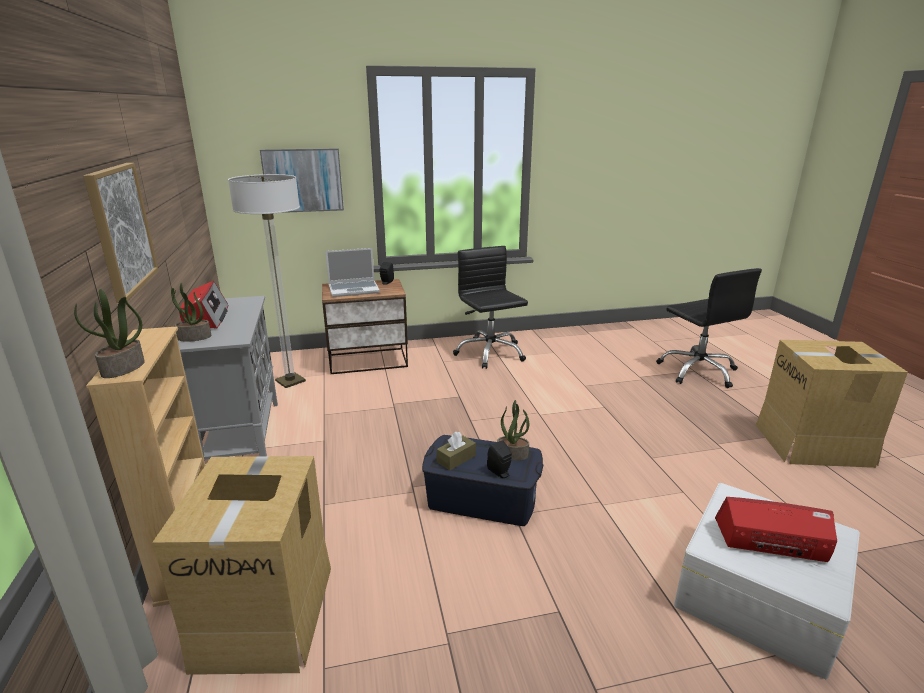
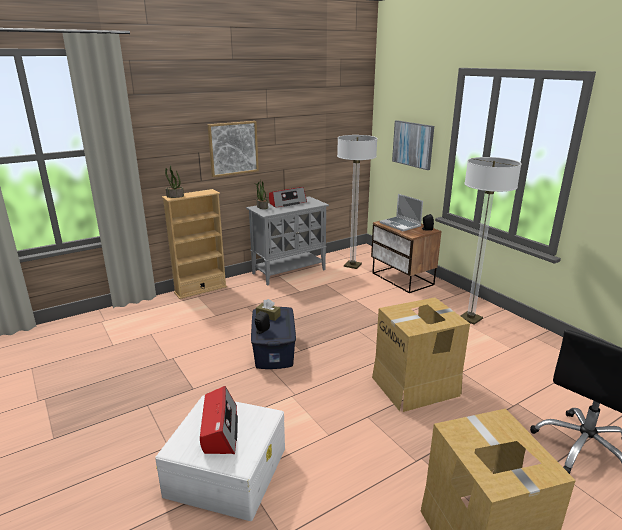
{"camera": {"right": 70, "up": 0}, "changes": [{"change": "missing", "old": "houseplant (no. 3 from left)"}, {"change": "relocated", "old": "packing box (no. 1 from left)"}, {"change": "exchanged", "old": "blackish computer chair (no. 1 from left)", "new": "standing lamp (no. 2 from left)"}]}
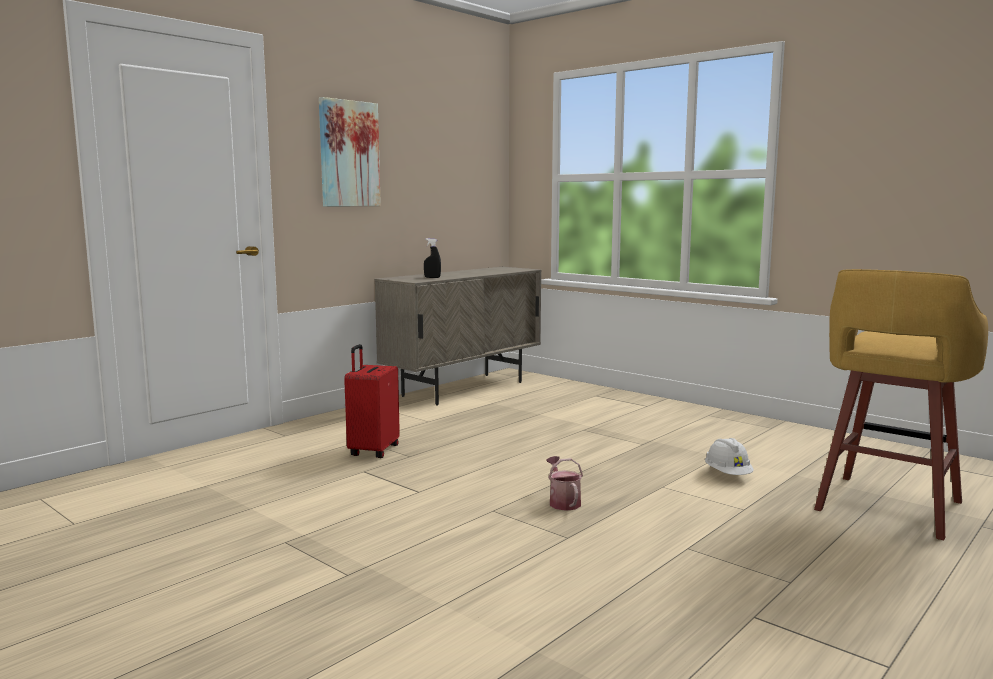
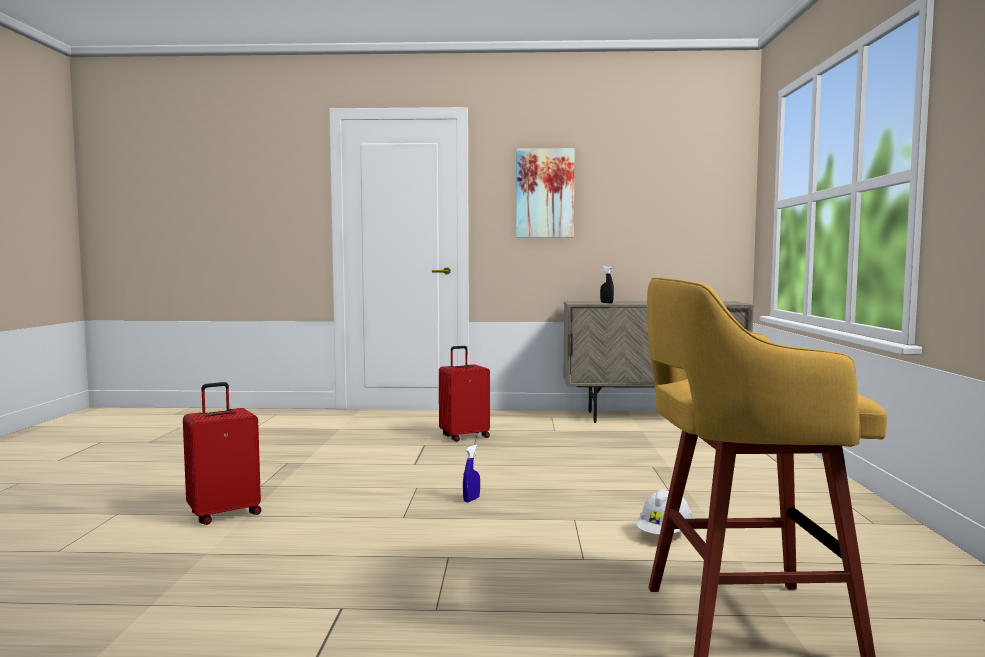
{"camera": {"right": 50, "up": -5}, "changes": [{"change": "appeared", "new": "red-coloured travel case (no. 1 from left)"}, {"change": "exchanged", "old": "watering pot", "new": "bluish sprayer"}]}
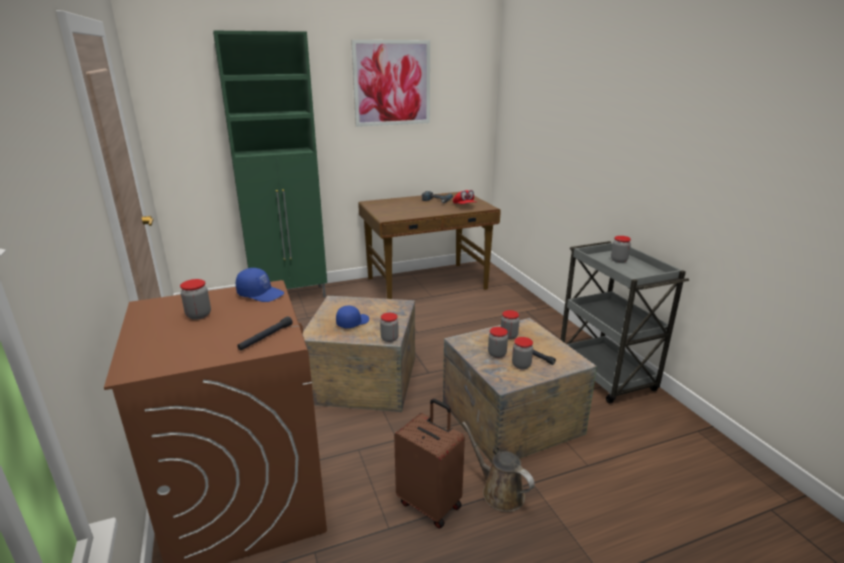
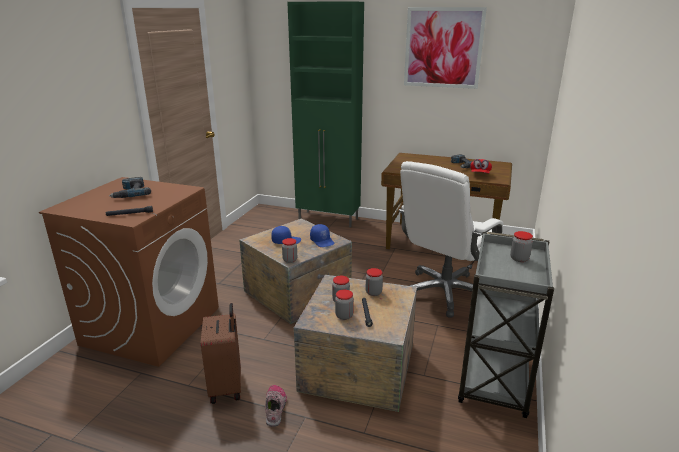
{"camera": {"right": 40, "up": 0}, "changes": [{"change": "appeared", "new": "white-coloured computer chair"}, {"change": "relocated", "old": "bluish peaked cap (no. 1 from left in the first image)", "new": "bluish peaked cap (no. 2 from left)"}, {"change": "exchanged", "old": "storage jar (no. 1 from left)", "new": "electric drill (no. 1 from left)"}, {"change": "exchanged", "old": "brown watering pot", "new": "shoe"}]}
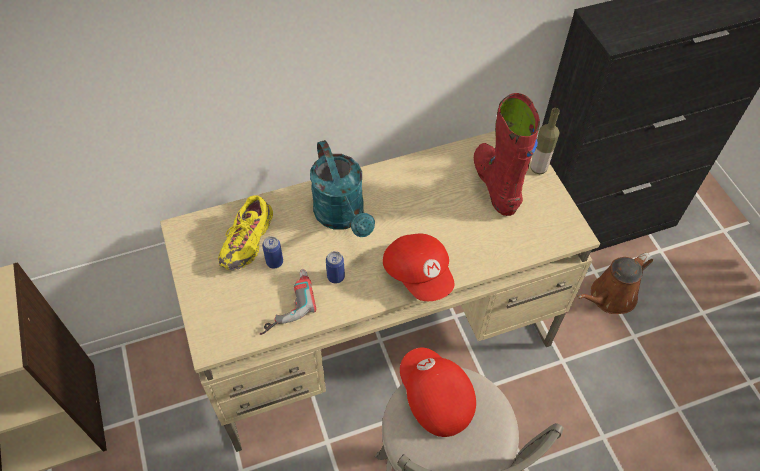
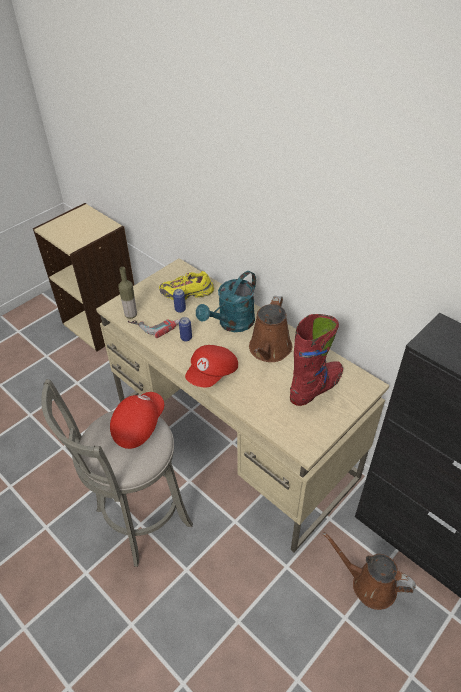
{"camera": {"right": 65, "up": -10}, "changes": [{"change": "appeared", "new": "brown watering pot (no. 1 from left)"}, {"change": "relocated", "old": "drink bottle"}]}
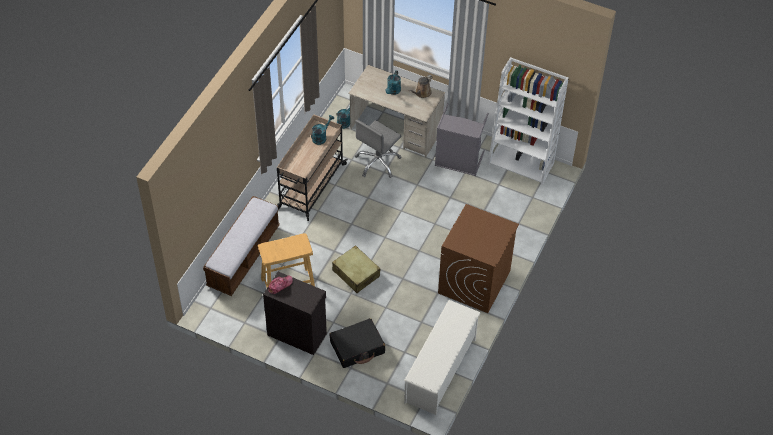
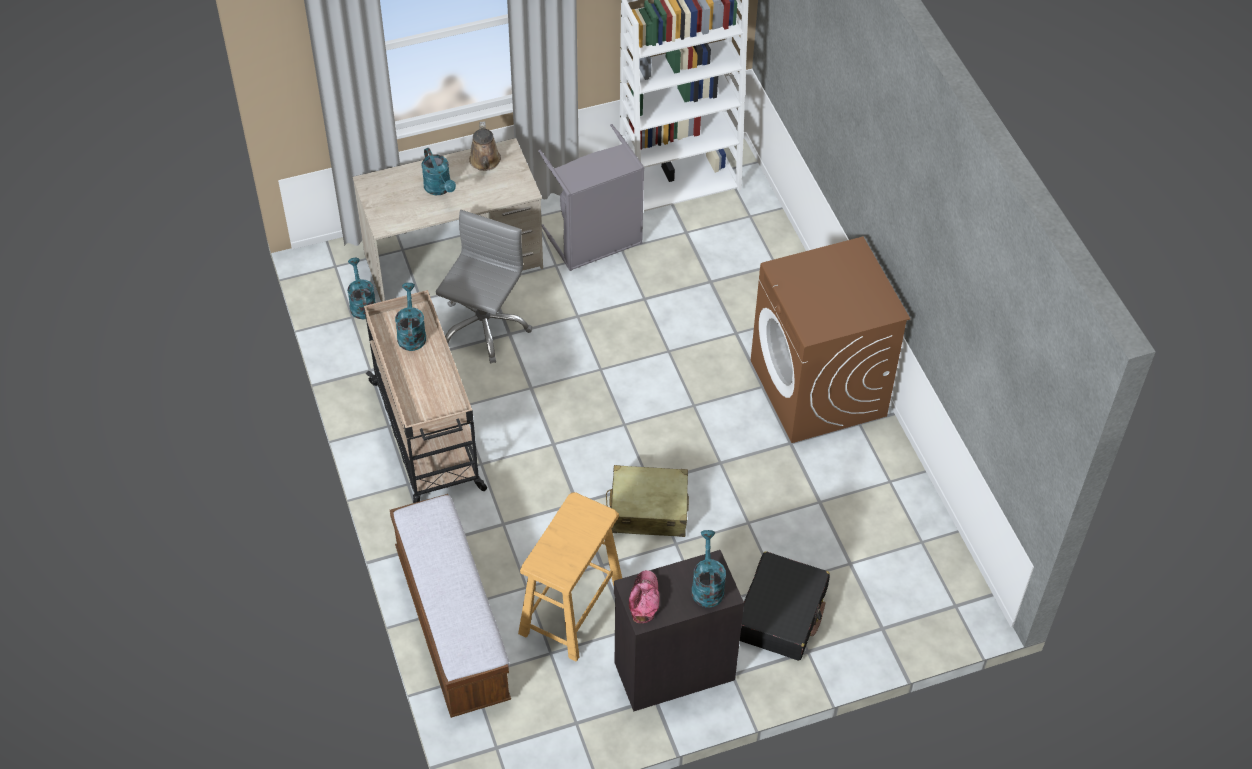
{"camera": {"right": -45, "up": 0}, "changes": [{"change": "missing", "old": "white-coloured shoe shelf"}, {"change": "appeared", "new": "turquoise watering pot (no. 4 from left)"}, {"change": "spun", "old": "gray computer chair", "degrees": -150}]}
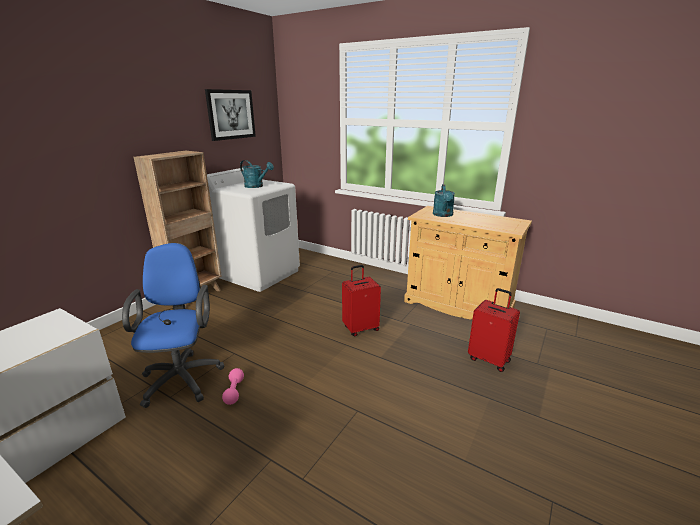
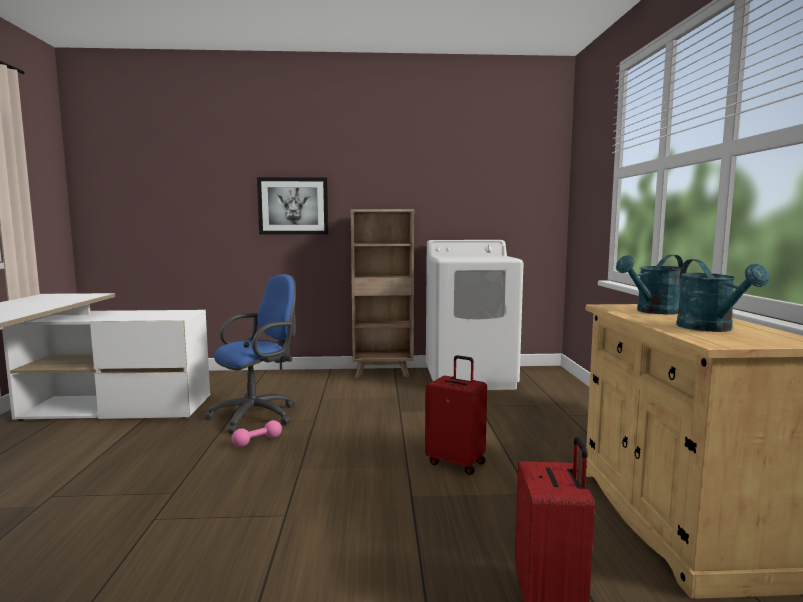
{"camera": {"right": 55, "up": -15}, "changes": [{"change": "relocated", "old": "picture"}, {"change": "relocated", "old": "turquoise watering pot (no. 1 from left in the first image)", "new": "turquoise watering pot (no. 2 from left)"}]}
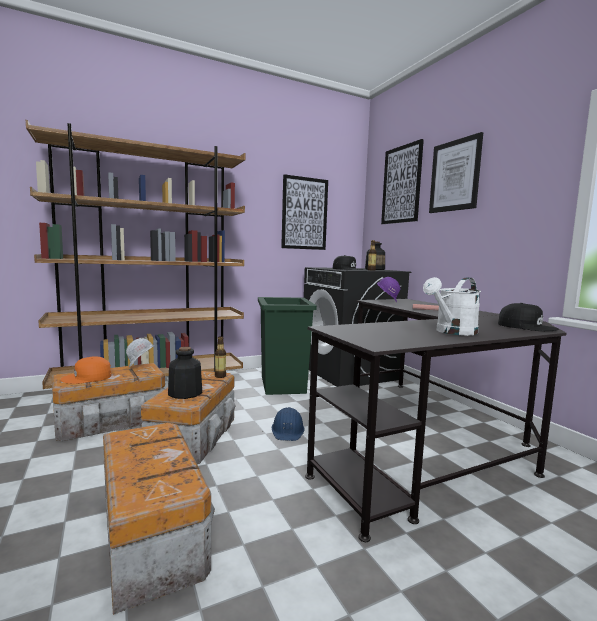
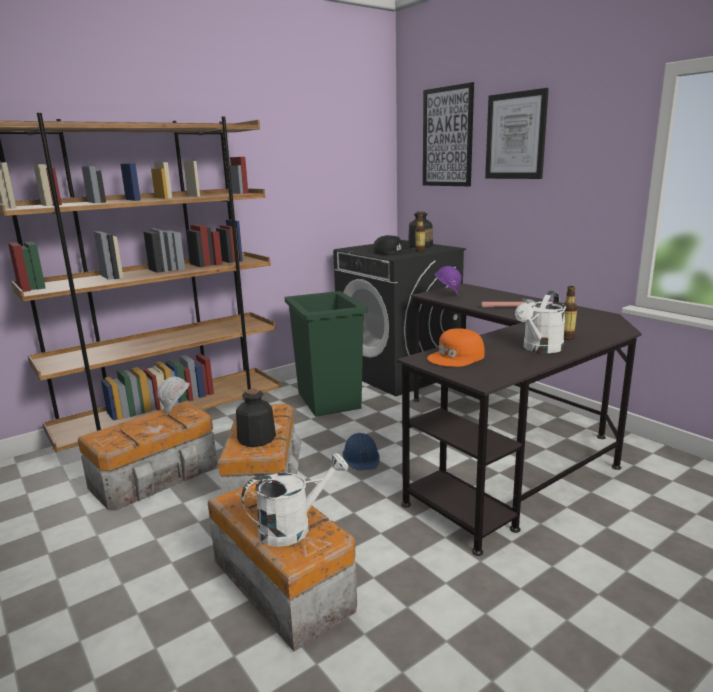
{"camera": {"right": -10, "up": 10}, "changes": [{"change": "missing", "old": "picture (no. 1 from left)"}, {"change": "missing", "old": "blackish peaked cap (no. 2 from left)"}, {"change": "appeared", "new": "white-coloured watering pot (no. 1 from left)"}, {"change": "relocated", "old": "orange peaked cap"}, {"change": "relocated", "old": "drink bottle (no. 2 from left in the first image)", "new": "drink bottle (no. 4 from left)"}]}
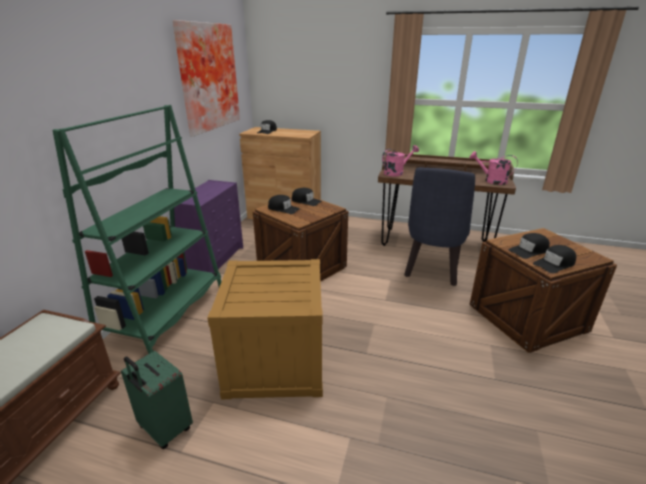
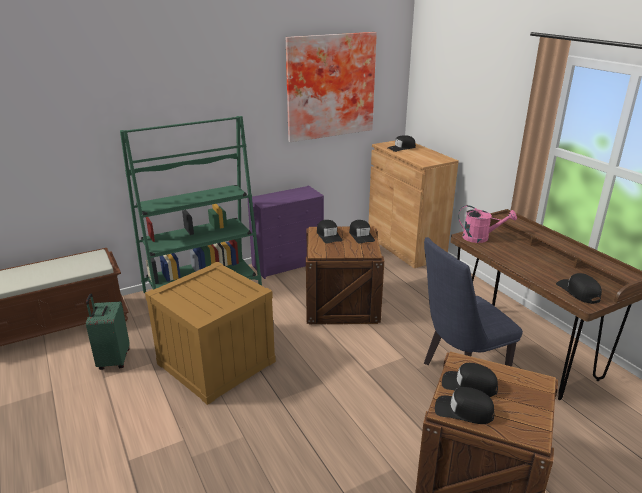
{"camera": {"right": 45, "up": 0}, "changes": [{"change": "exchanged", "old": "pink-coloured watering pot (no. 2 from left)", "new": "blackish peaked cap (no. 6 from left)"}]}
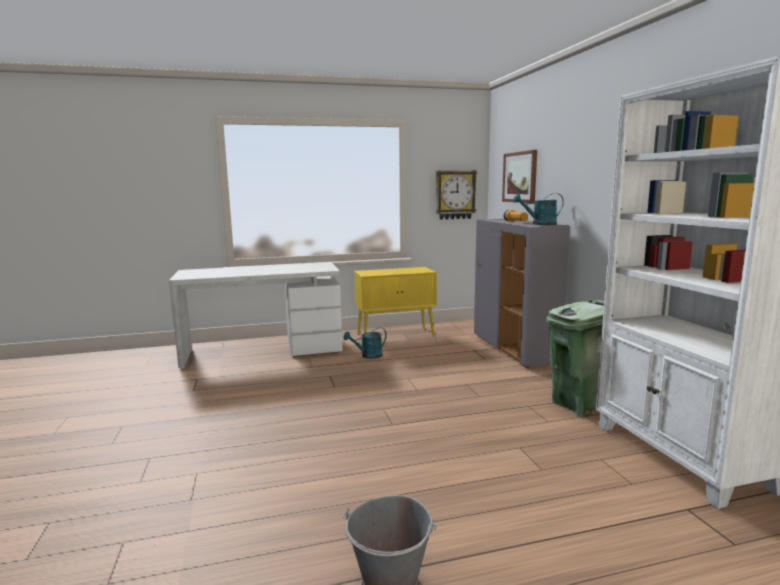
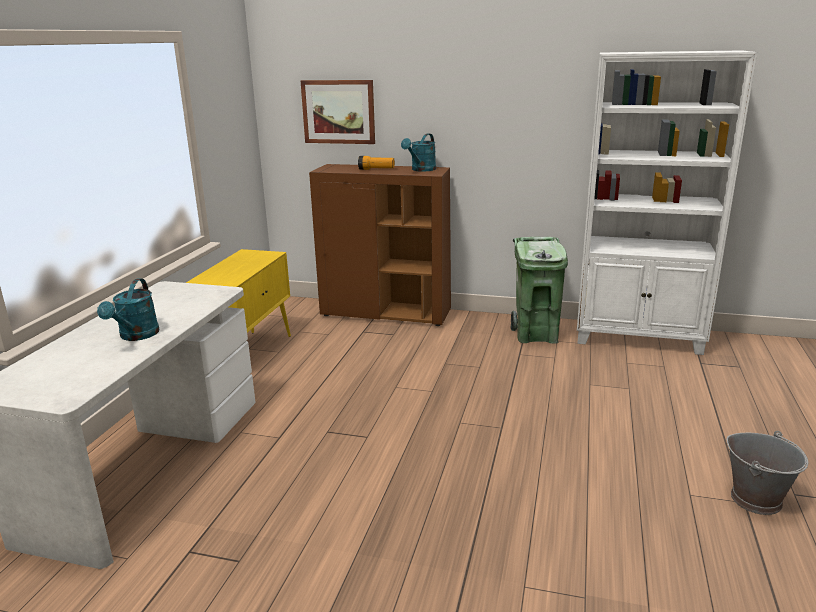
{"camera": {"right": -60, "up": 10}, "changes": [{"change": "missing", "old": "wall clock"}, {"change": "relocated", "old": "turquoise watering pot (no. 1 from left)"}, {"change": "colour", "old": "gray cupboard", "new": "brown cupboard"}]}
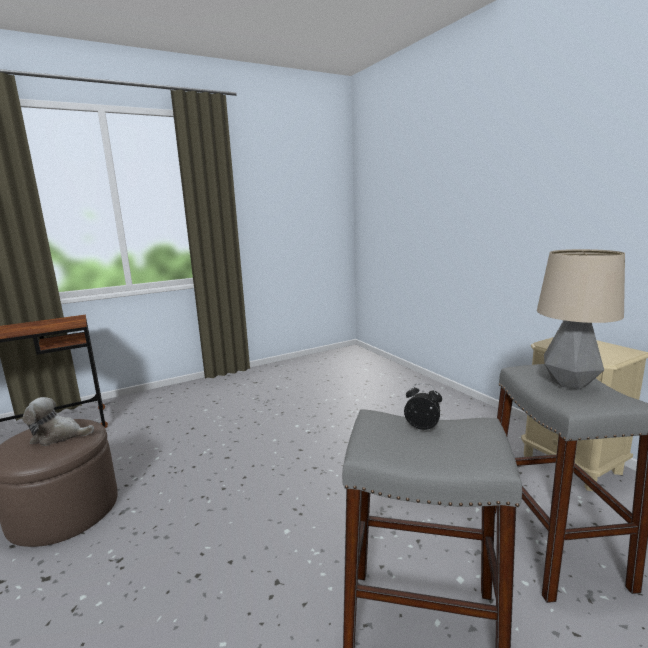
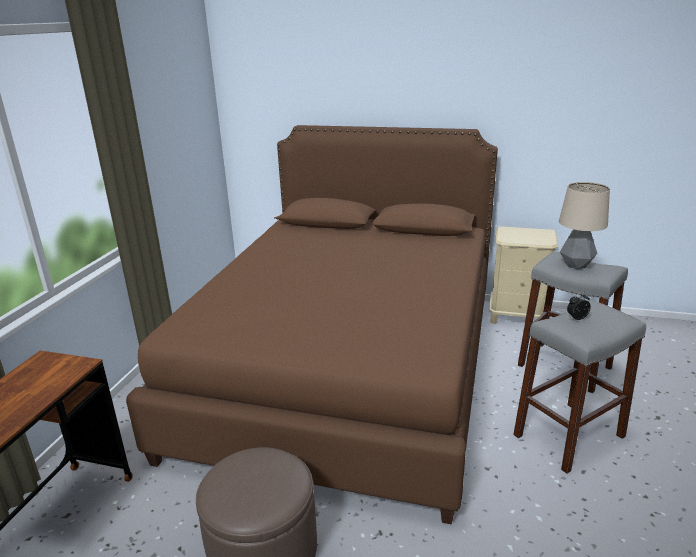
{"camera": {"right": -45, "up": 10}, "changes": [{"change": "missing", "old": "plush toy"}, {"change": "appeared", "new": "brown sleeping bed"}]}
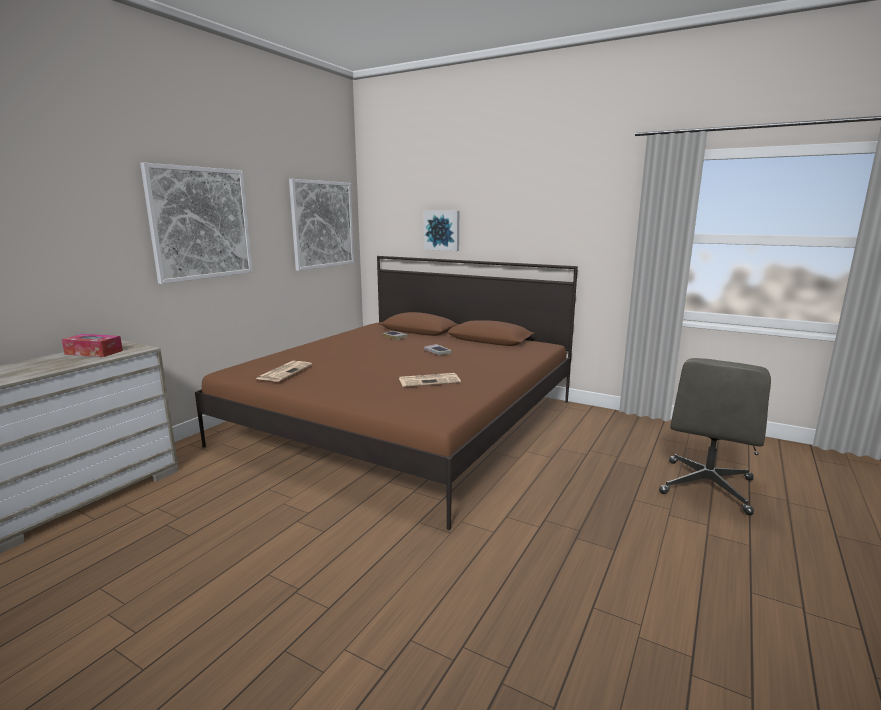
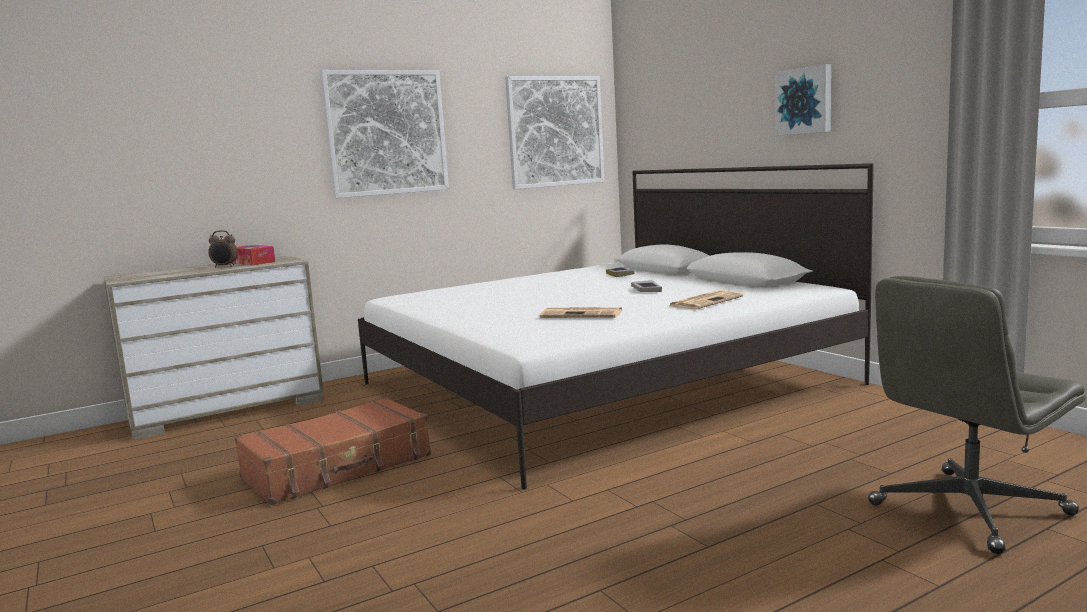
{"camera": {"right": 30, "up": -5}, "changes": [{"change": "appeared", "new": "alarm clock"}, {"change": "appeared", "new": "brown travel case"}, {"change": "relocated", "old": "daily paper (no. 1 from left in the first image)", "new": "daily paper (no. 2 from left)"}, {"change": "relocated", "old": "picture (no. 3 from left)"}, {"change": "colour", "old": "brown sleeping bed", "new": "white-coloured sleeping bed"}]}
